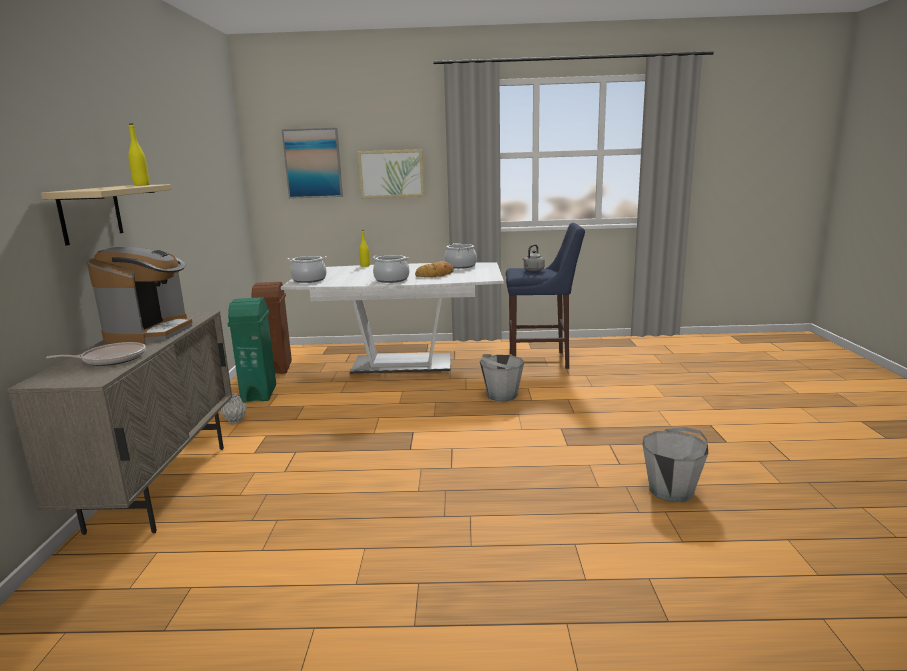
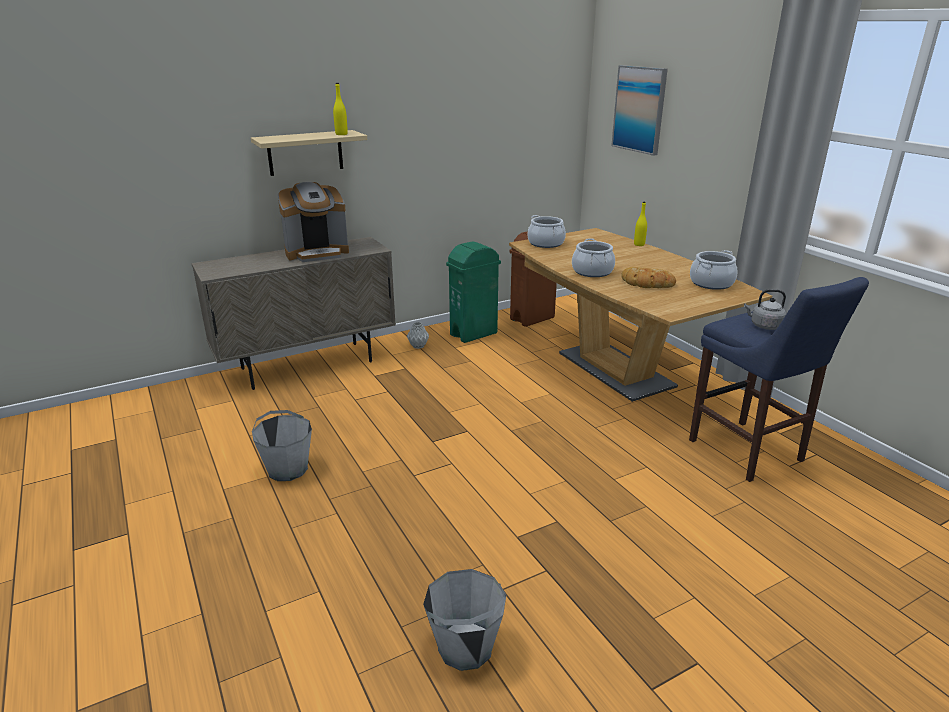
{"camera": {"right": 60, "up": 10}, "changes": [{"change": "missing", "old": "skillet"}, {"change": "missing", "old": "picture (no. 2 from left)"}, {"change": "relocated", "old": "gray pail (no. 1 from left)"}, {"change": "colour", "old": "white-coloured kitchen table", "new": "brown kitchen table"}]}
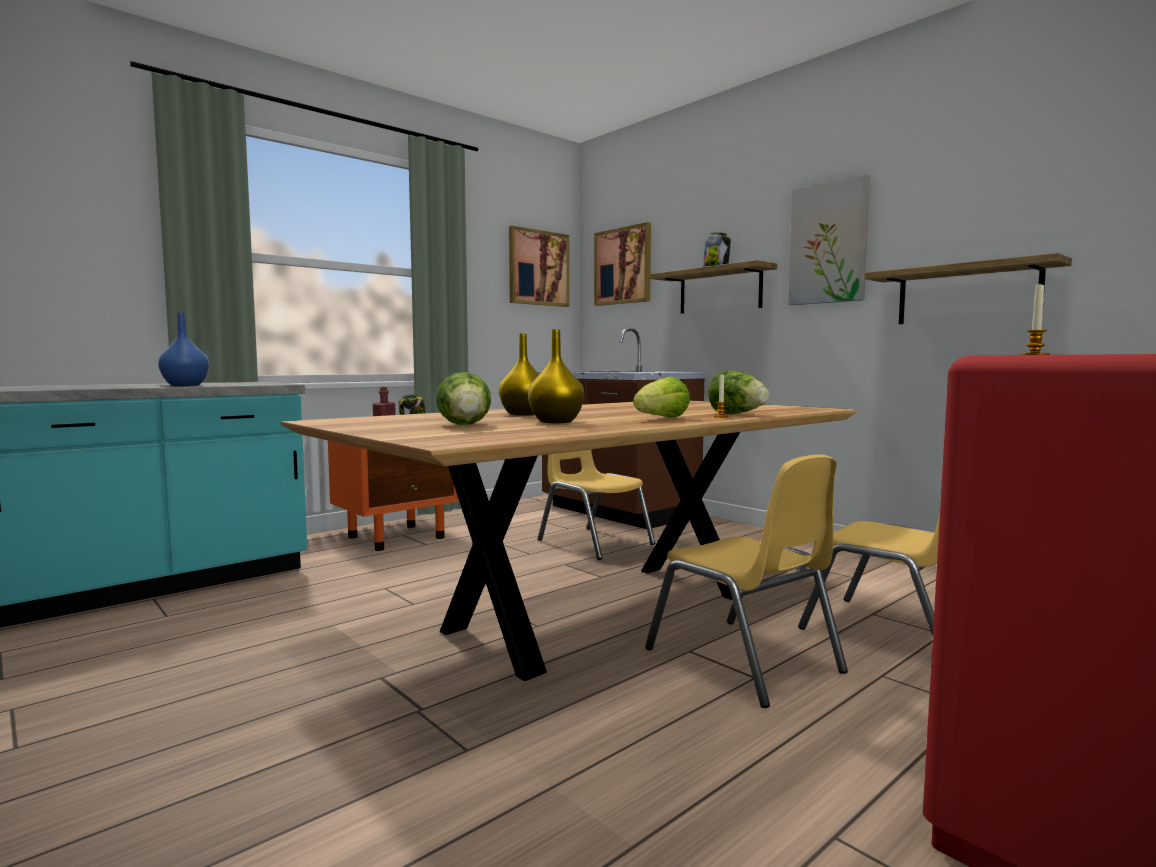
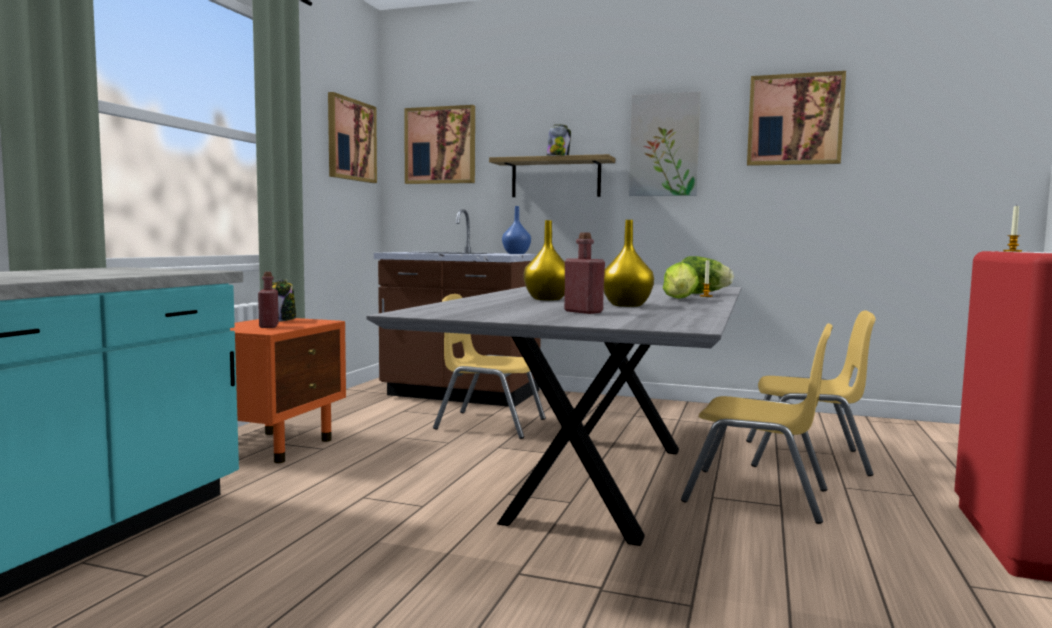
{"camera": {"right": -30, "up": 0}, "changes": [{"change": "missing", "old": "wall shelf (no. 2 from left)"}, {"change": "appeared", "new": "picture (no. 4 from left)"}, {"change": "relocated", "old": "bluish decorative vase"}, {"change": "exchanged", "old": "lettuce head (no. 1 from left)", "new": "red-coloured drink bottle (no. 2 from left)"}, {"change": "colour", "old": "brown kitchen table", "new": "gray kitchen table"}]}
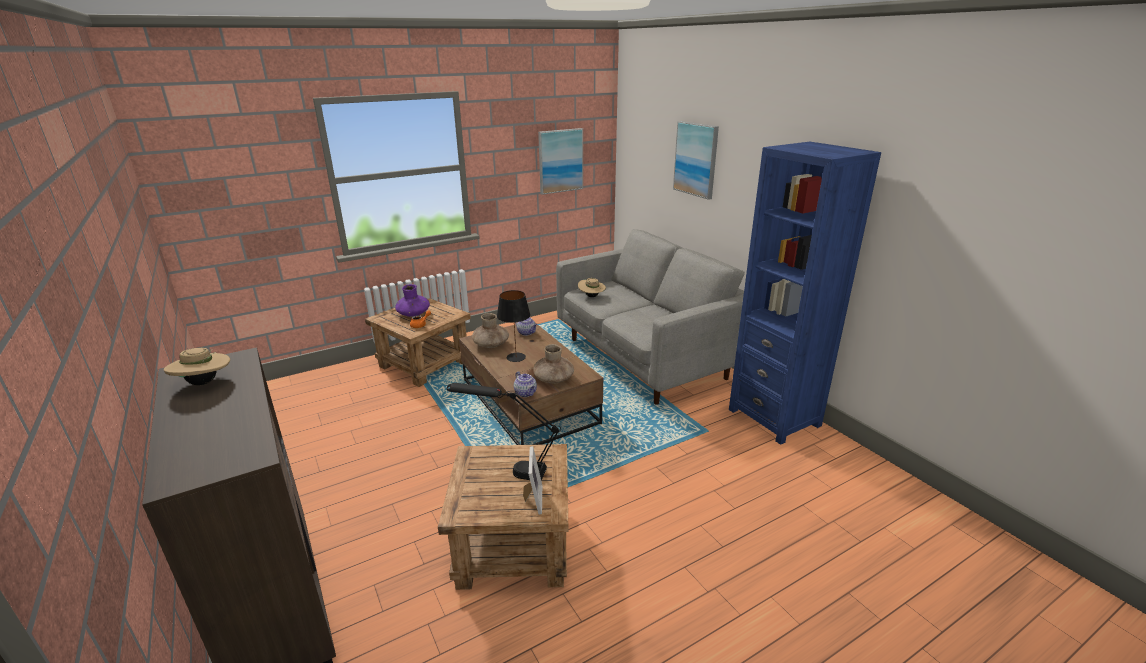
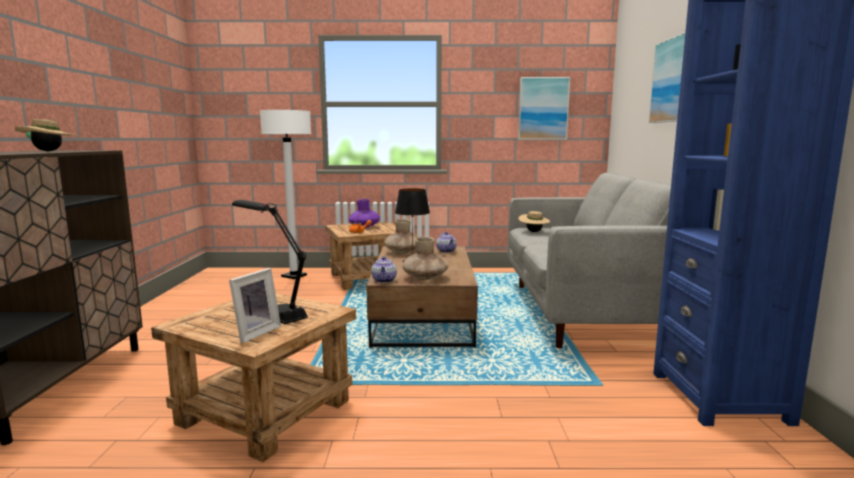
{"camera": {"right": 30, "up": -15}, "changes": [{"change": "appeared", "new": "white-coloured standing lamp"}]}
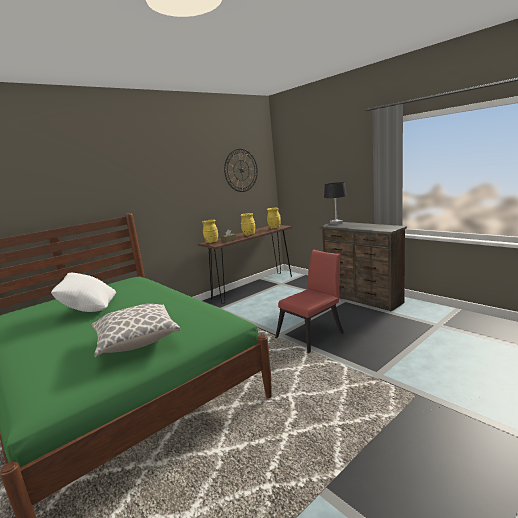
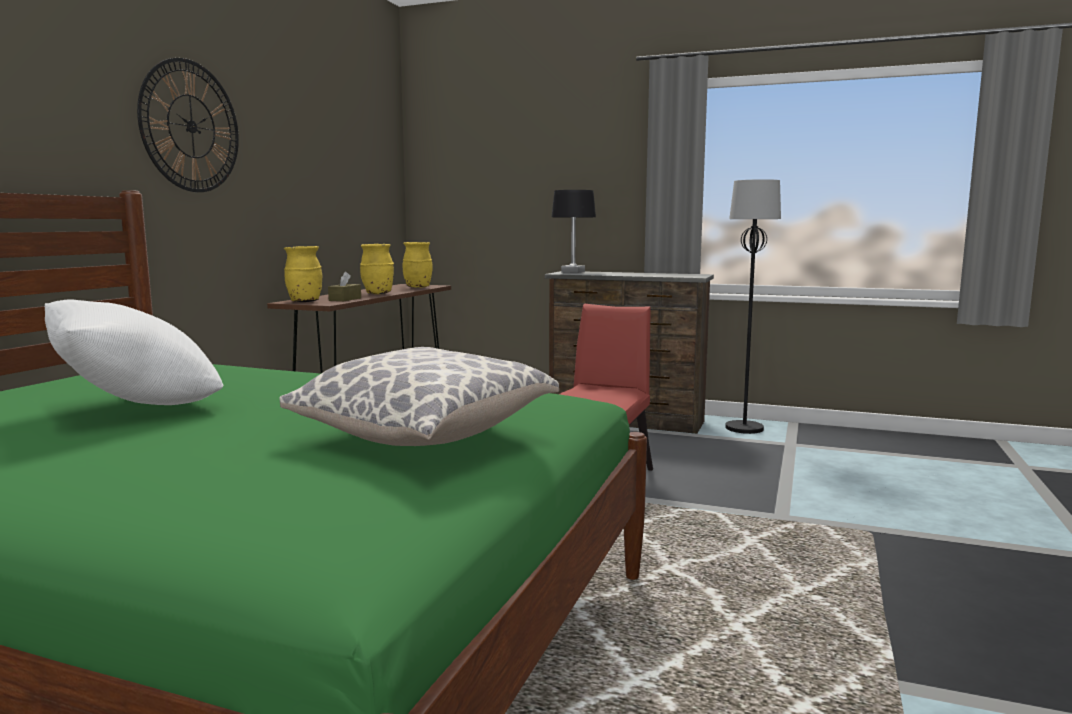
{"camera": {"right": -30, "up": -5}, "changes": [{"change": "appeared", "new": "blackish standing lamp"}, {"change": "relocated", "old": "wall clock"}]}
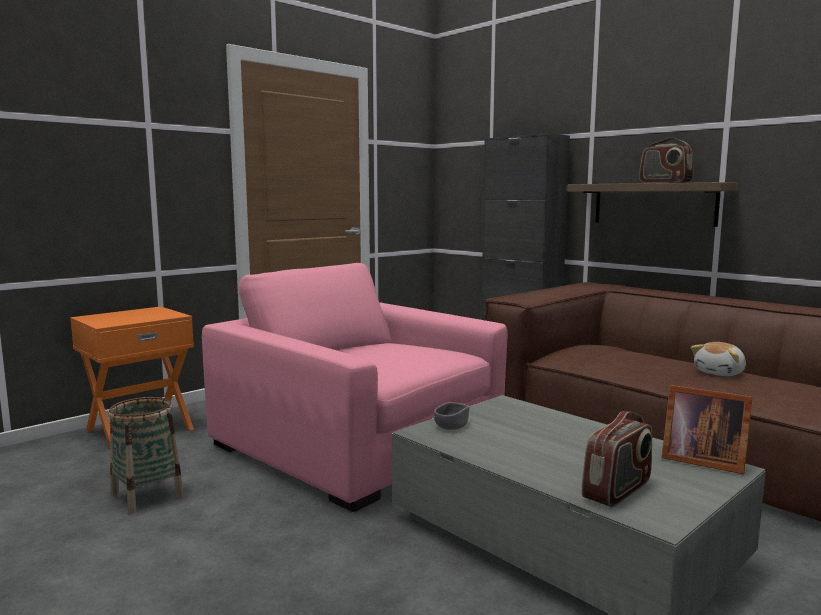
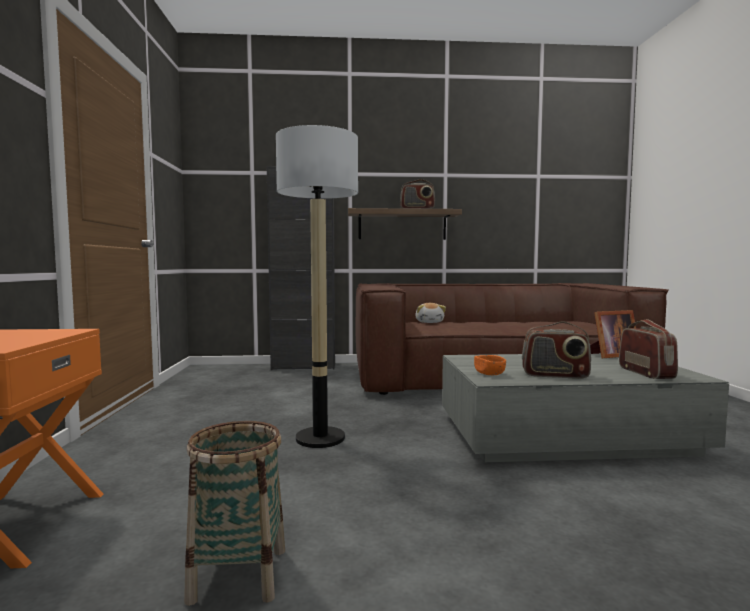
{"camera": {"right": -50, "up": -5}, "changes": [{"change": "appeared", "new": "radio set (no. 2 from left)"}, {"change": "relocated", "old": "plush toy"}, {"change": "exchanged", "old": "pink-coloured armchair", "new": "standing lamp"}, {"change": "colour", "old": "gray bowl", "new": "orange bowl"}]}
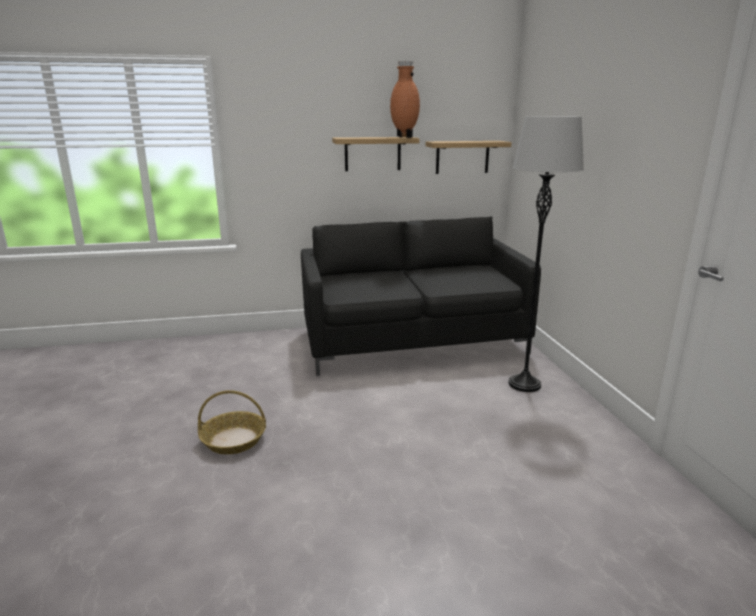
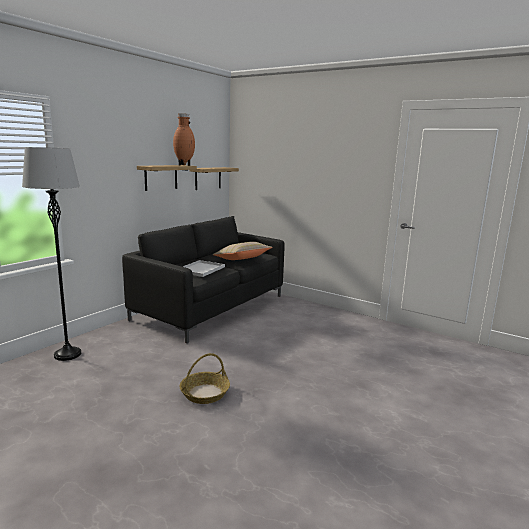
{"camera": {"right": -45, "up": -5}, "changes": [{"change": "appeared", "new": "white-coloured carrying tray"}, {"change": "appeared", "new": "beige-coloured pillow"}, {"change": "relocated", "old": "gray standing lamp"}]}
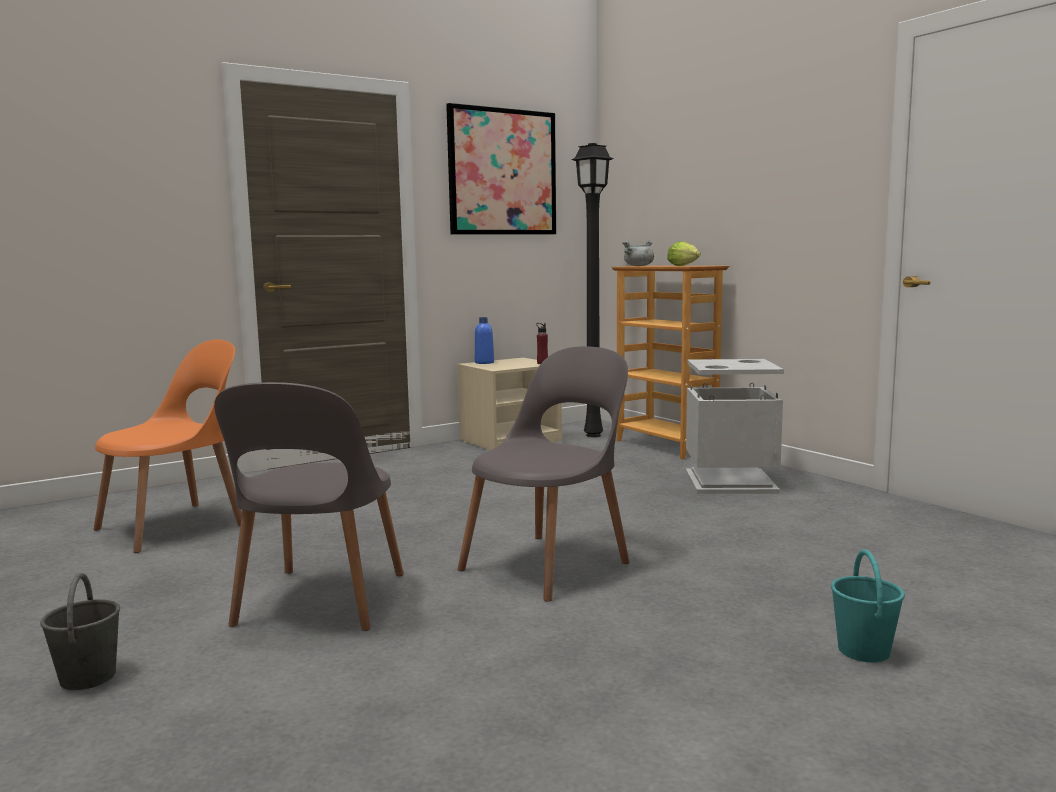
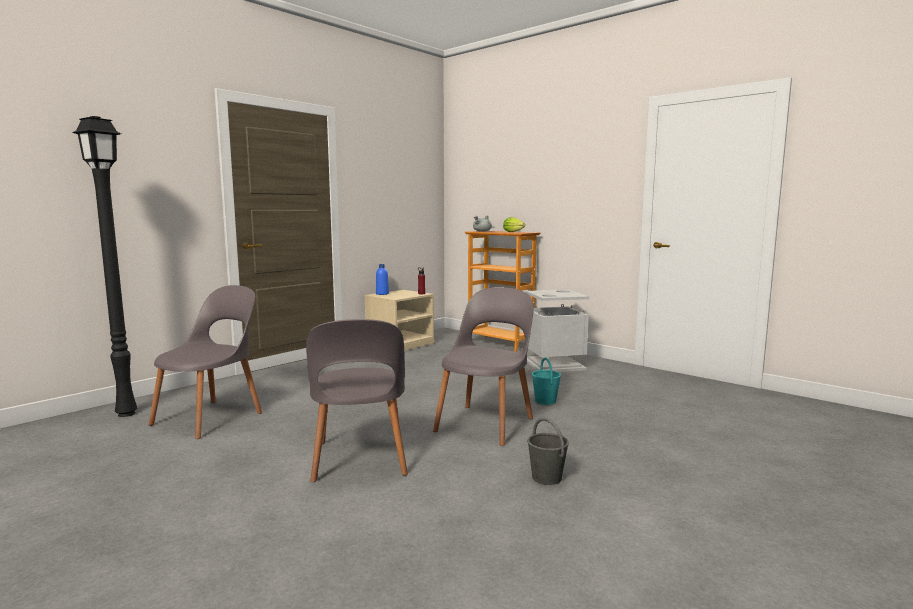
{"camera": {"right": -15, "up": 0}, "changes": [{"change": "missing", "old": "picture"}, {"change": "relocated", "old": "gray pail"}, {"change": "relocated", "old": "blackish standing lamp"}, {"change": "relocated", "old": "turquoise pail"}, {"change": "colour", "old": "orange plain chair", "new": "gray plain chair (no. 1 from left)"}]}
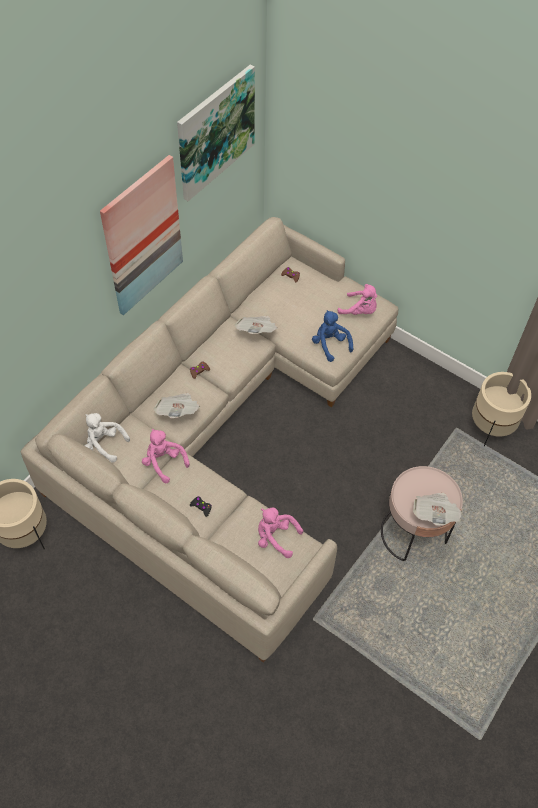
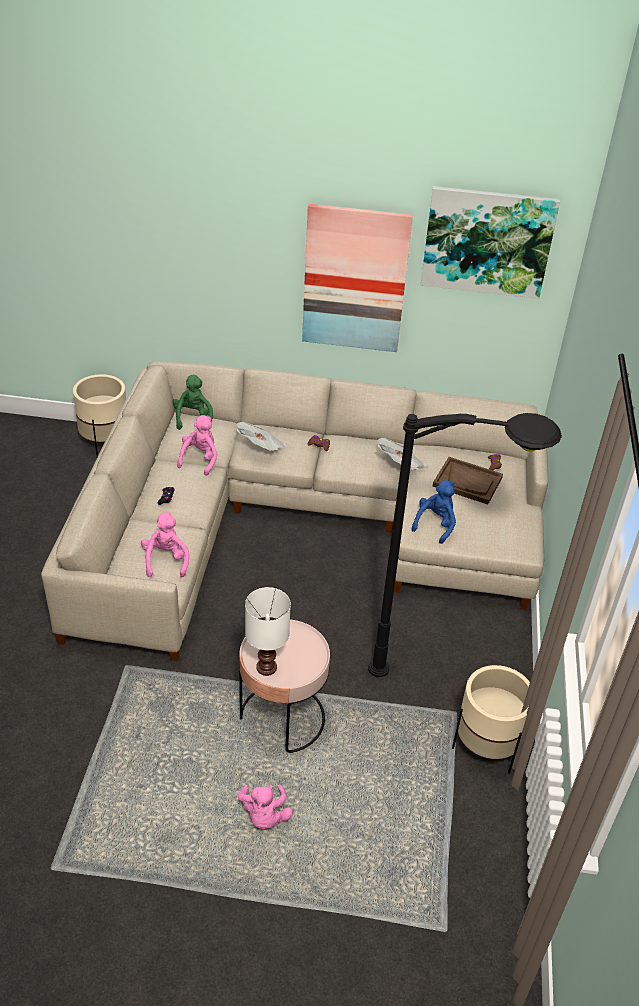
{"camera": {"right": 60, "up": -15}, "changes": [{"change": "appeared", "new": "blackish standing lamp"}, {"change": "appeared", "new": "brown carrying tray"}, {"change": "relocated", "old": "pink-coloured plush toy (no. 3 from left)"}, {"change": "exchanged", "old": "daily paper (no. 3 from left)", "new": "white-coloured tabletop lamp"}, {"change": "colour", "old": "white-coloured plush toy", "new": "green plush toy"}]}
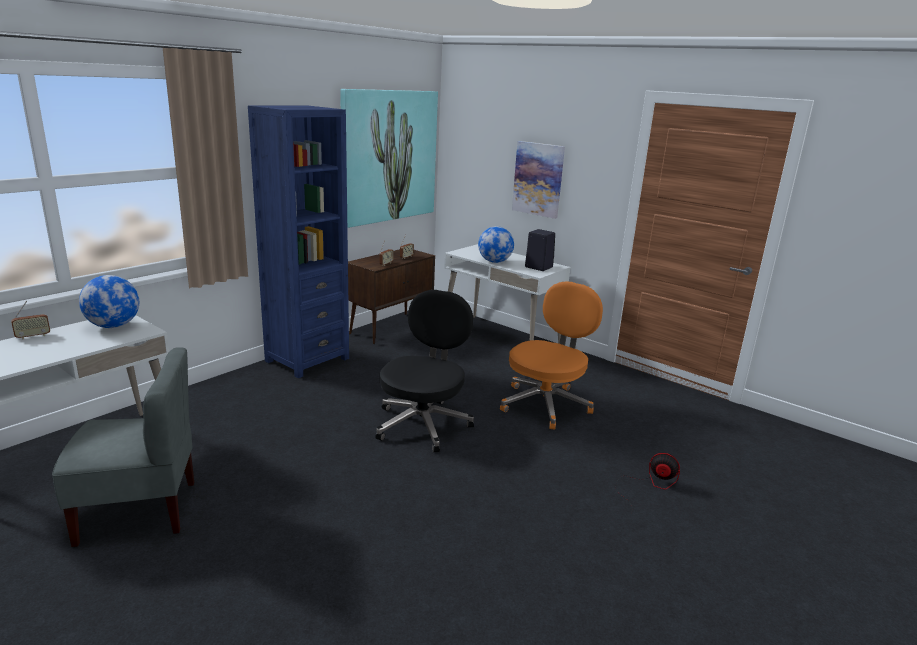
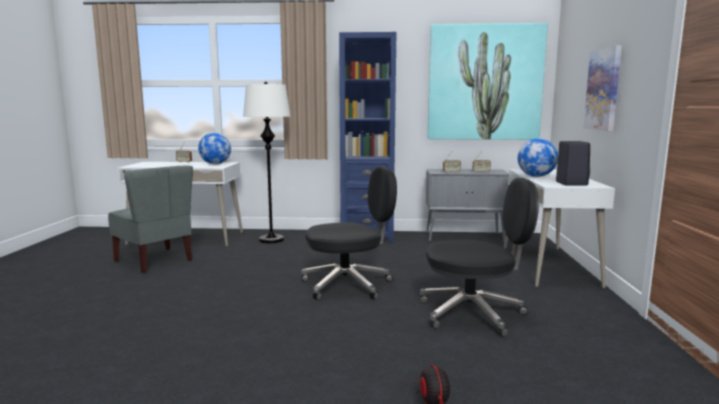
{"camera": {"right": 55, "up": -10}, "changes": [{"change": "appeared", "new": "white-coloured standing lamp"}, {"change": "colour", "old": "brown cupboard", "new": "gray cupboard"}, {"change": "colour", "old": "orange computer chair", "new": "blackish computer chair (no. 2 from left)"}]}
